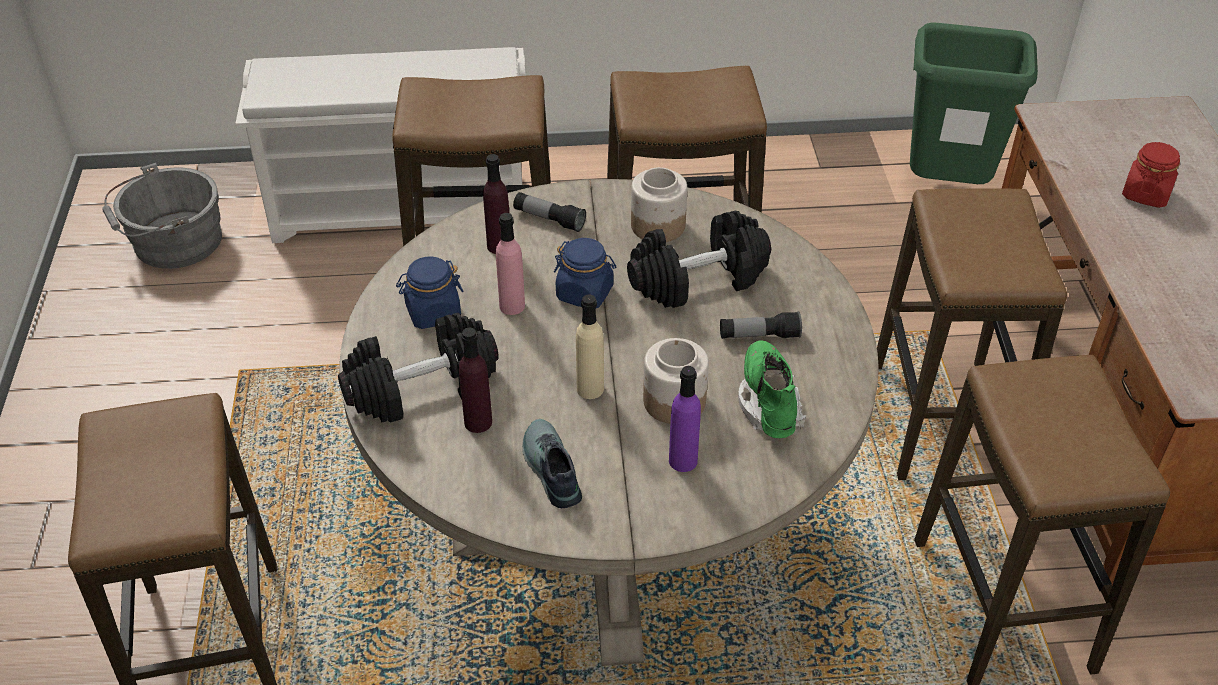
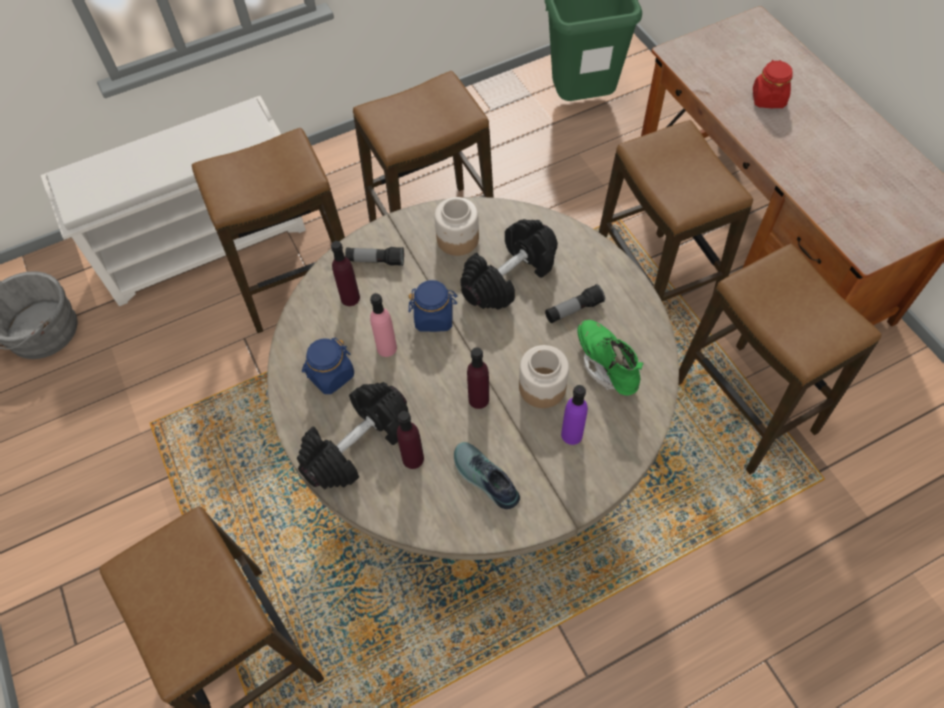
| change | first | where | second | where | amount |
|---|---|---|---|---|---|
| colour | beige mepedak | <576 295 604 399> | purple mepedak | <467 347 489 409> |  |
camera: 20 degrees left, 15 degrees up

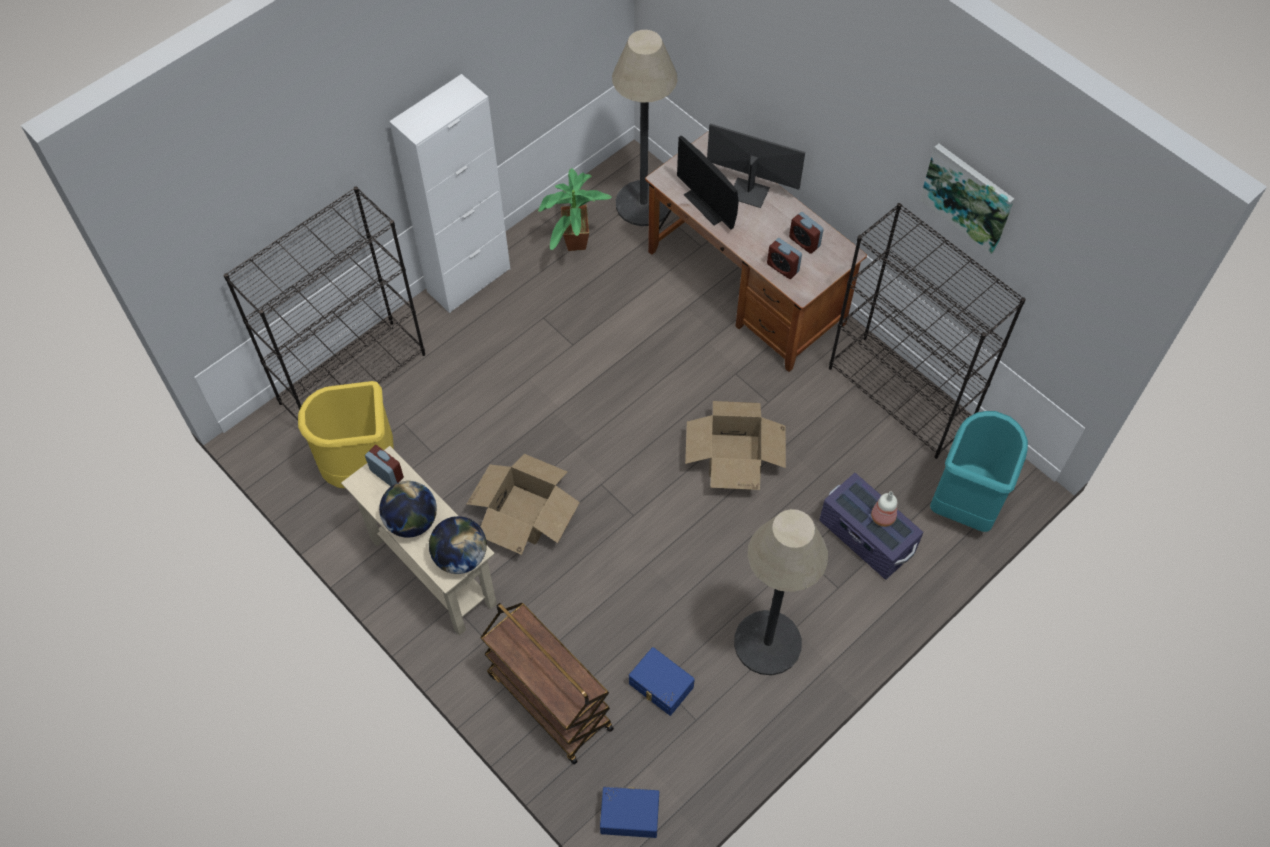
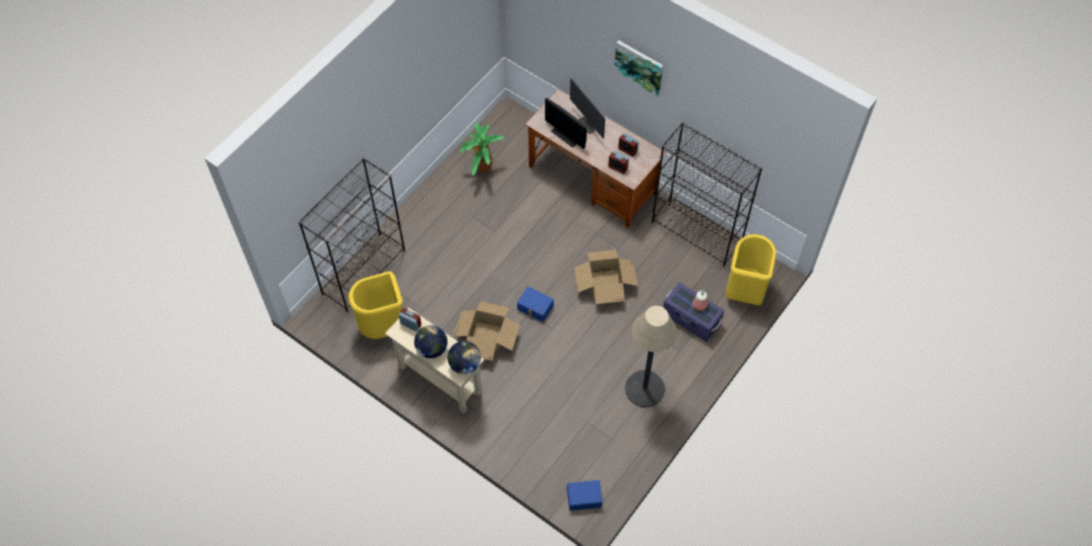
| change | first | where | second | where | amount |
|---|---|---|---|---|---|
| missing | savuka | <612 30 678 226> |  |  |  |
| missing | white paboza | <389 74 510 313> |  |  |  |
| spun | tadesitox | <707 124 805 208> |  | <570 78 605 139> | 135 degrees counterclockwise |
| relocated | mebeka | <920 144 1014 254> |  | <614 40 663 97> |  |
| colour | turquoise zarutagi | <930 411 1028 532> | yellow zarutagi | <725 234 776 305> |  |
| missing | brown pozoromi | <480 603 614 765> |  |  |  |
| relocated | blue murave | <629 647 695 716> |  | <517 287 554 322> |  |
camera: 10 degrees left, 0 degrees up

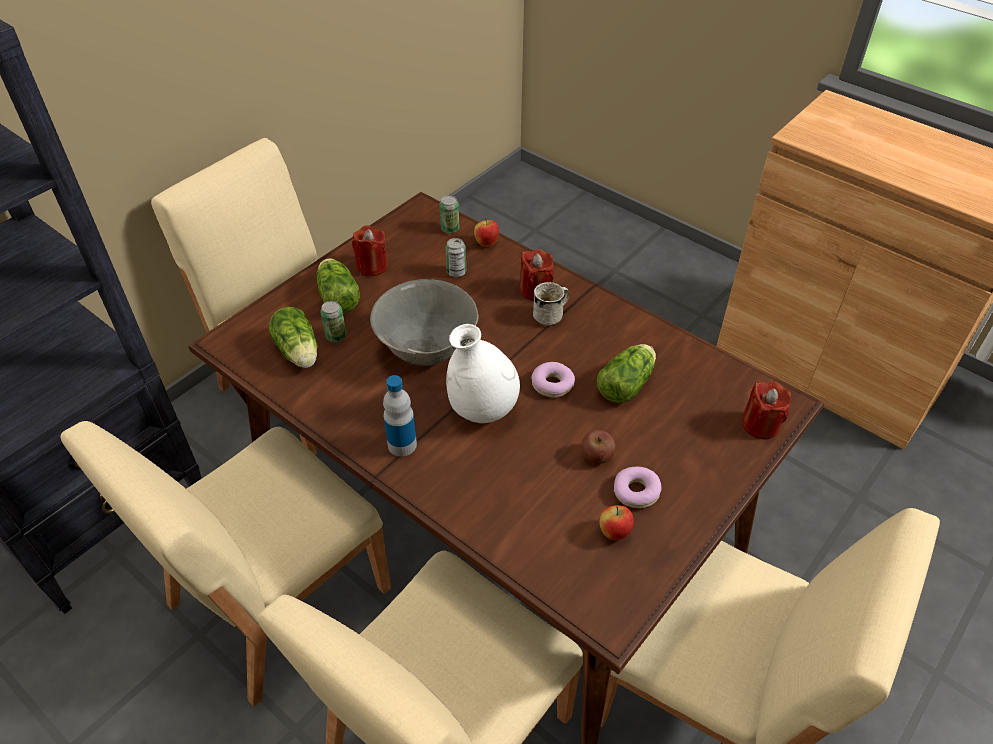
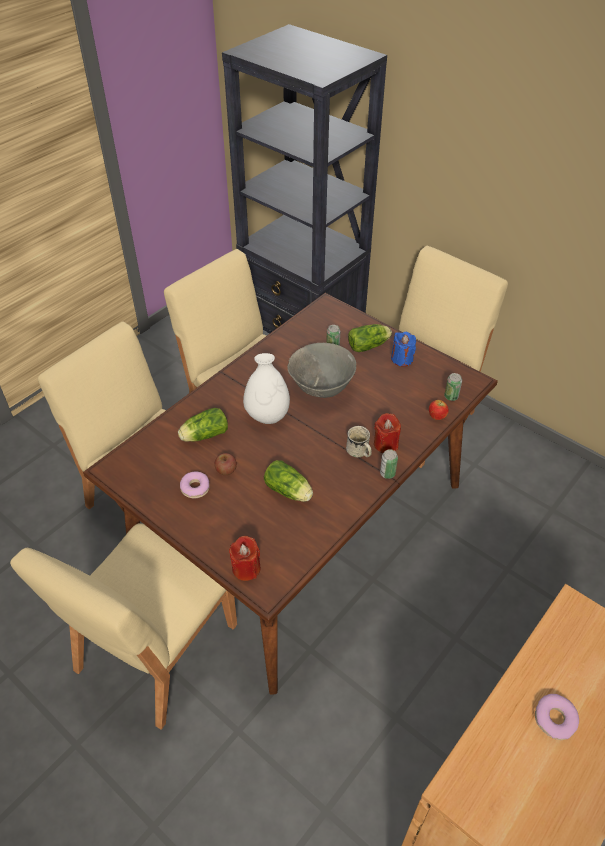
| change | first | where | second | where | amount |
|---|---|---|---|---|---|
| colour | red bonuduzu | <352 225 388 276> | blue bonuduzu | <391 332 416 367> |  |
| relocated | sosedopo | <445 238 466 277> |  | <380 449 398 479> |  |
| relocated | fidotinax | <268 307 317 368> |  | <178 408 228 442> |  |
| relocated | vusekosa | <531 362 575 398> |  | <535 694 579 740> |  |
| missing | mepedak | <383 375 417 456> |  |  |  |
| missing | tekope | <599 505 634 540> |  |  |  |
camera: 90 degrees right, 0 degrees up

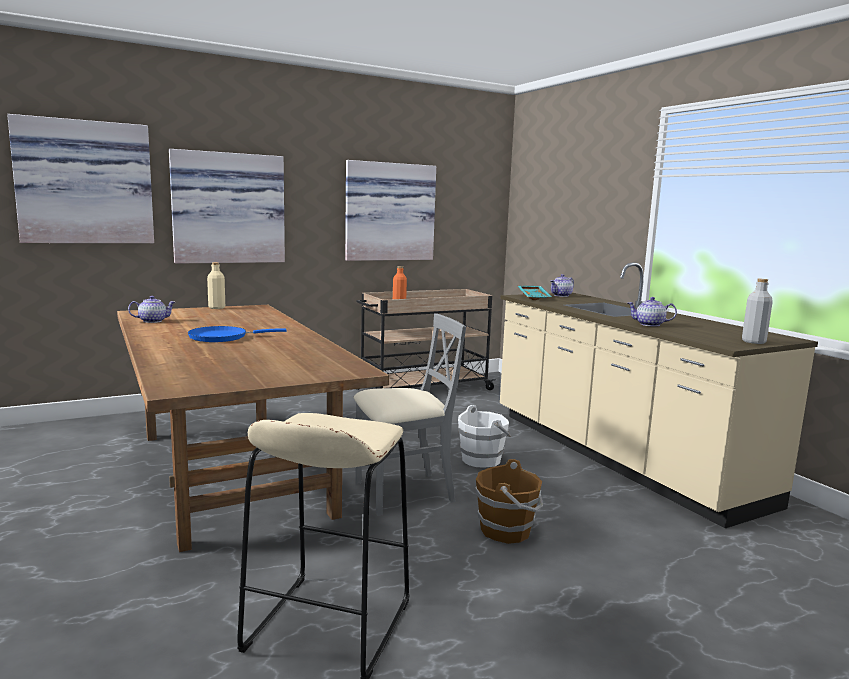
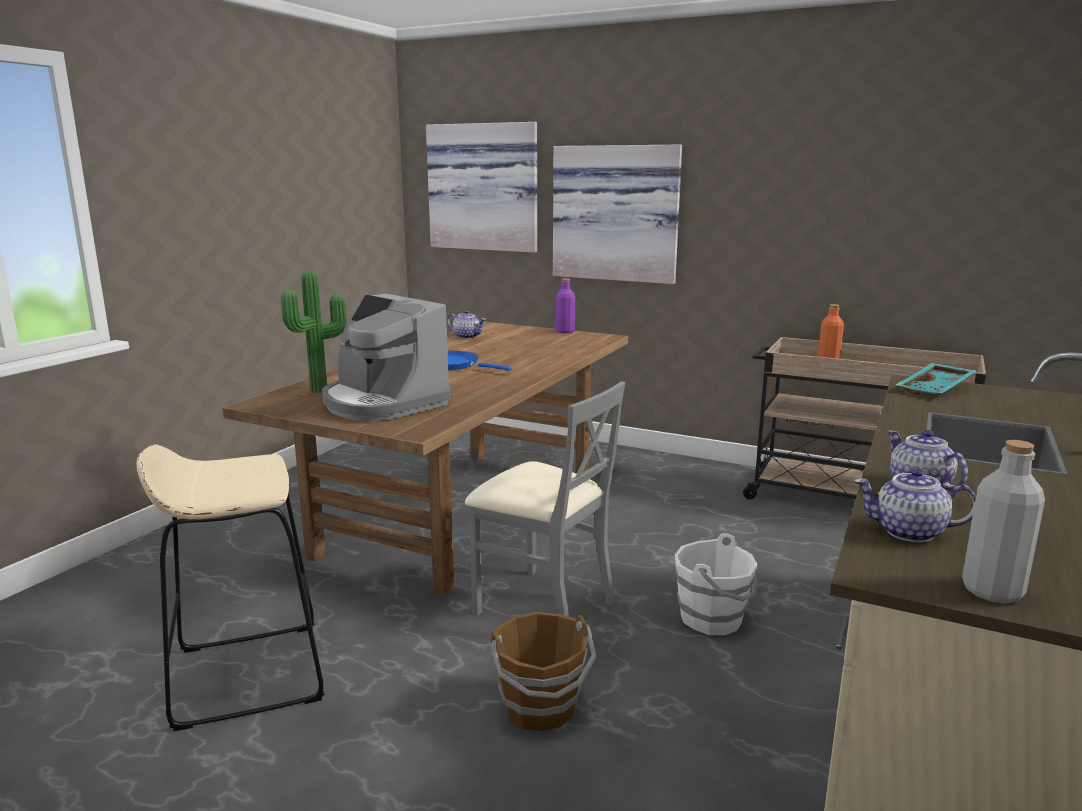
| change | first | where | second | where | amount |
|---|---|---|---|---|---|
| missing | mebeka | <345 160 436 261> |  |  |  |
| colour | beige mepedak | <207 262 225 309> | purple mepedak | <556 279 575 333> |  |
| relocated | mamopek | <550 274 574 297> |  | <854 468 976 542> |  |
| appeared |  |  | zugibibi | <281 271 347 392> |  |
| appeared |  |  | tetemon | <322 294 451 421> |  |
camera: 55 degrees right, 5 degrees up

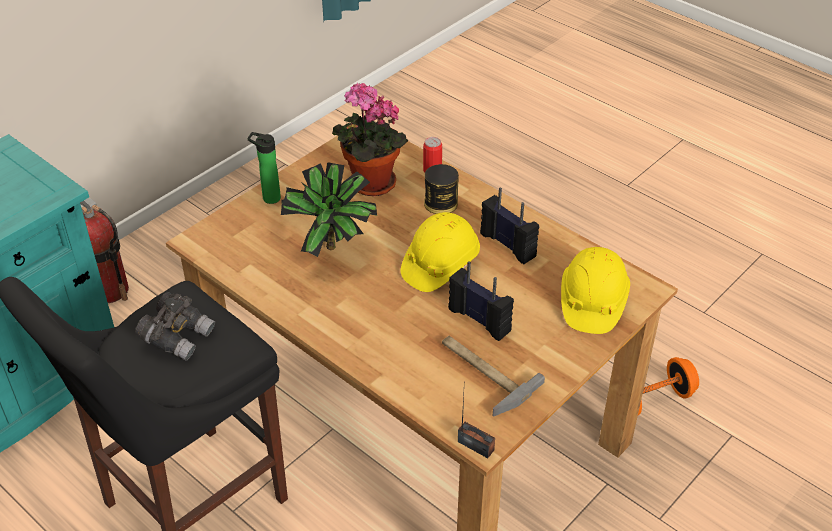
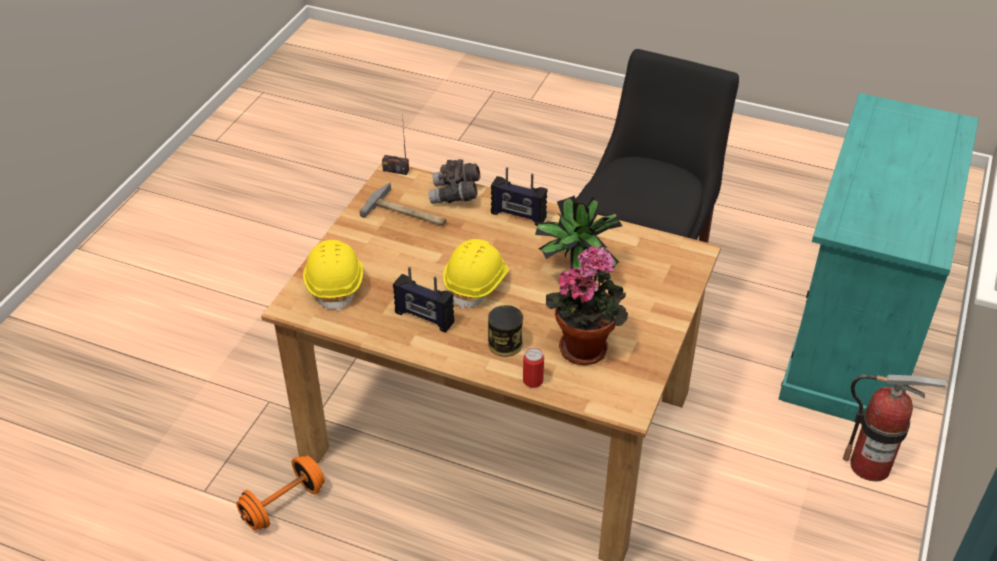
| change | first | where | second | where | amount |
|---|---|---|---|---|---|
| missing | mepedak | <248 132 281 204> |  |  |  |
| relocated | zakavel | <448 261 514 341> |  | <491 167 548 225> |  |
| relocated | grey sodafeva | <135 292 215 361> |  | <429 159 480 204> |  |
camera: 160 degrees right, 0 degrees up

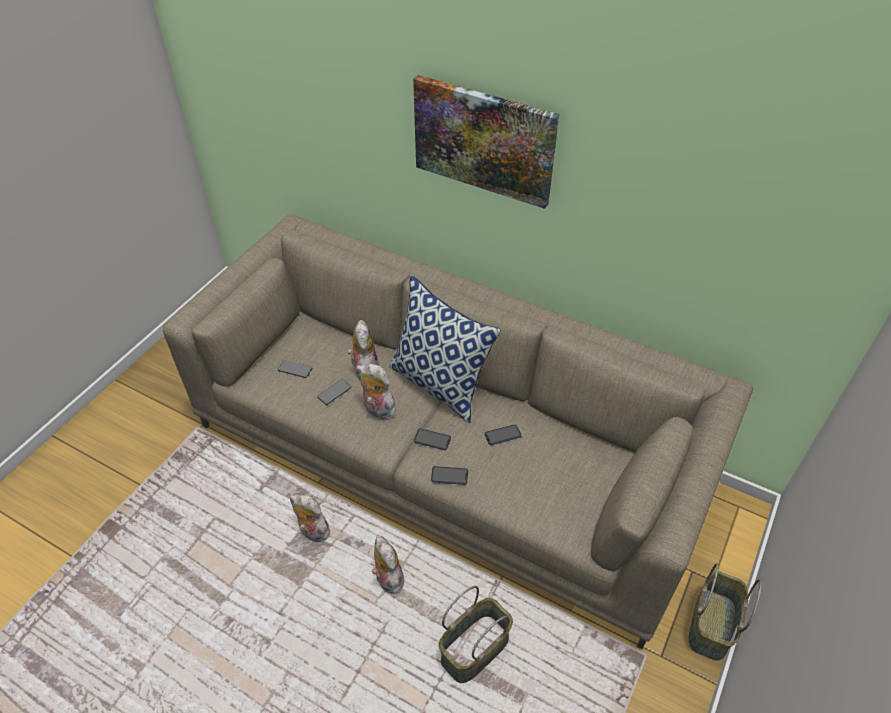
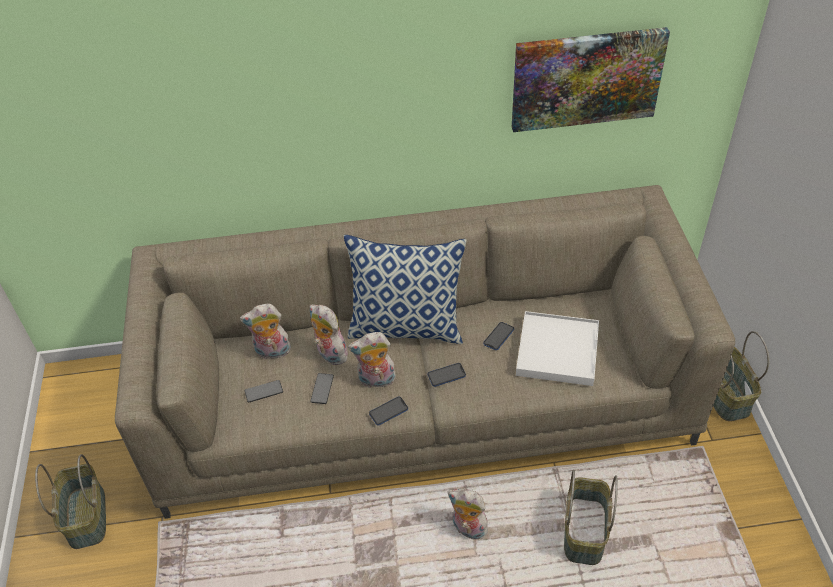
| change | first | where | second | where | amount |
|---|---|---|---|---|---|
| relocated | mebeka | <413 75 559 209> |  | <512 27 670 132> |  |
| relocated | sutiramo | <431 466 468 485> |  | <369 396 408 425> |  |
| relocated | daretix | <290 494 333 542> |  | <240 304 291 359> |  |
| appeared |  |  | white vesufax | <516 311 599 386> |  |
| appeared |  |  | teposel | <35 454 106 549> |  |
camera: 35 degrees left, 0 degrees up

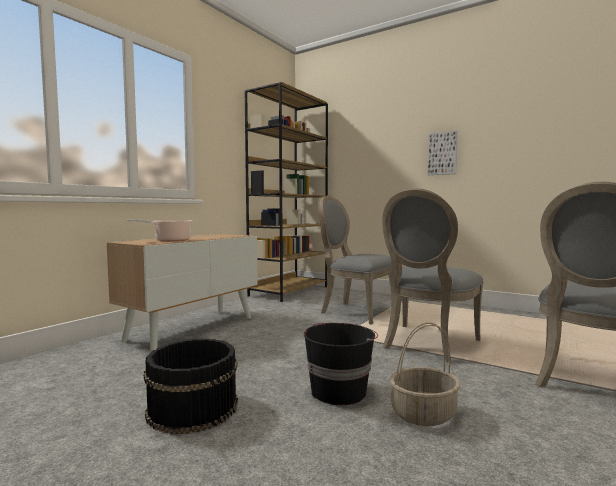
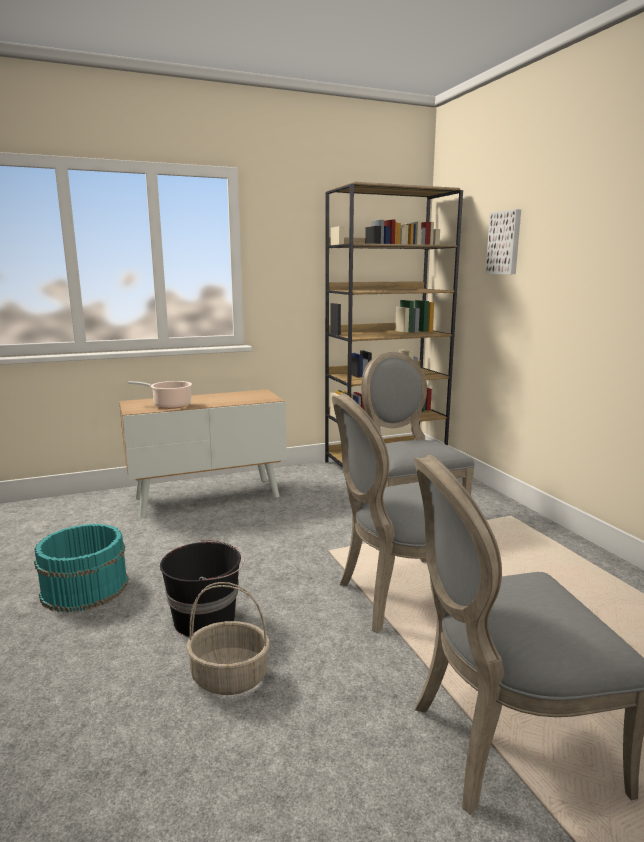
| change | first | where | second | where | amount |
|---|---|---|---|---|---|
| relocated | mebeka | <427 131 458 175> |  | <485 209 521 274> |  |
| colour | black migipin | <144 339 238 434> | turquoise migipin | <34 523 128 612> |  |
camera: 35 degrees right, 10 degrees up

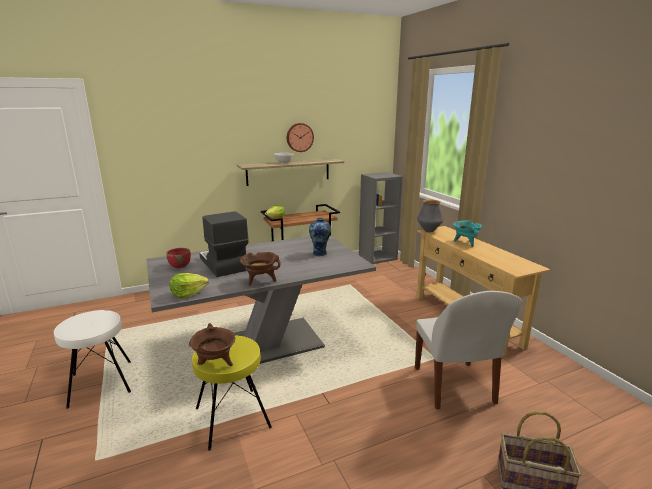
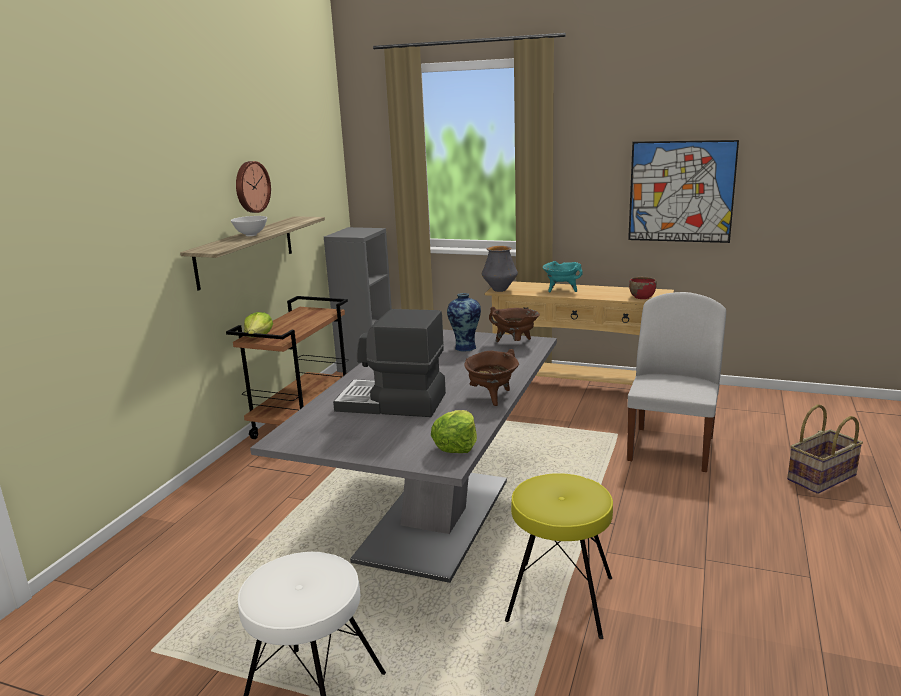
| change | first | where | second | where | amount |
|---|---|---|---|---|---|
| relocated | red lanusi | <166 248 191 268> |  | <629 277 657 299> |  |
| spun | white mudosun | <415 291 522 409> |  | <627 292 726 472> | 105 degrees counterclockwise |
| relocated | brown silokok | <189 323 235 366> |  | <489 307 540 342> |  |
| appeared |  |  | mebeka | <628 140 739 243> |  |
camera: 45 degrees left, 0 degrees up

